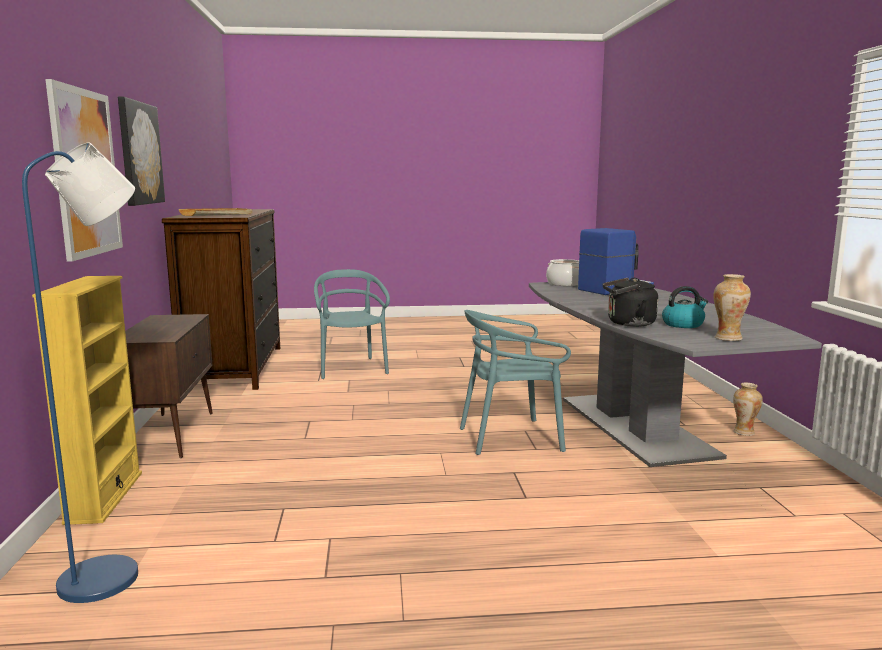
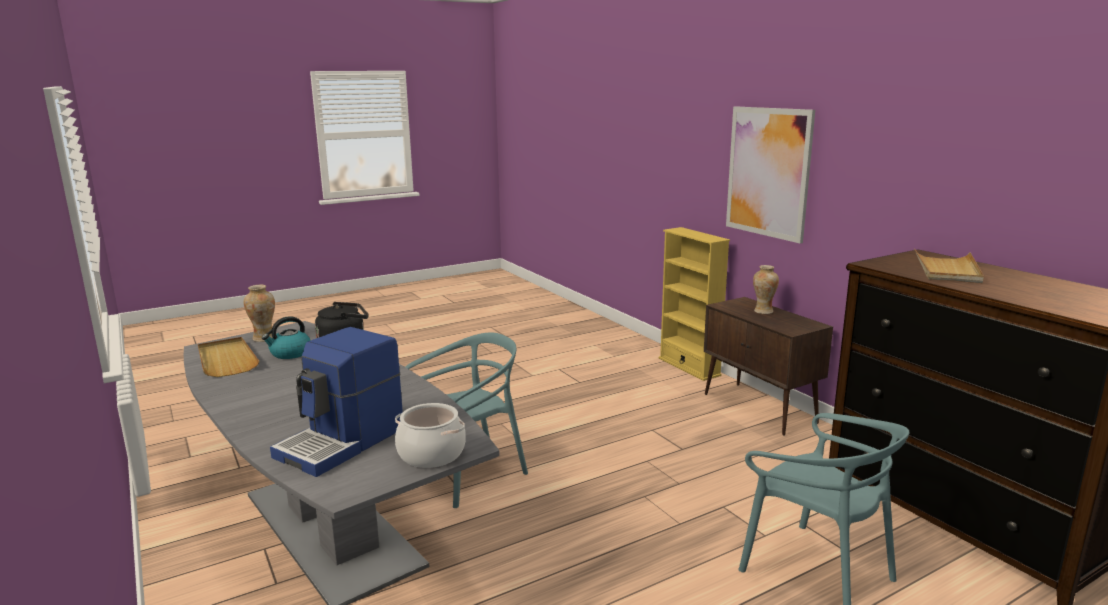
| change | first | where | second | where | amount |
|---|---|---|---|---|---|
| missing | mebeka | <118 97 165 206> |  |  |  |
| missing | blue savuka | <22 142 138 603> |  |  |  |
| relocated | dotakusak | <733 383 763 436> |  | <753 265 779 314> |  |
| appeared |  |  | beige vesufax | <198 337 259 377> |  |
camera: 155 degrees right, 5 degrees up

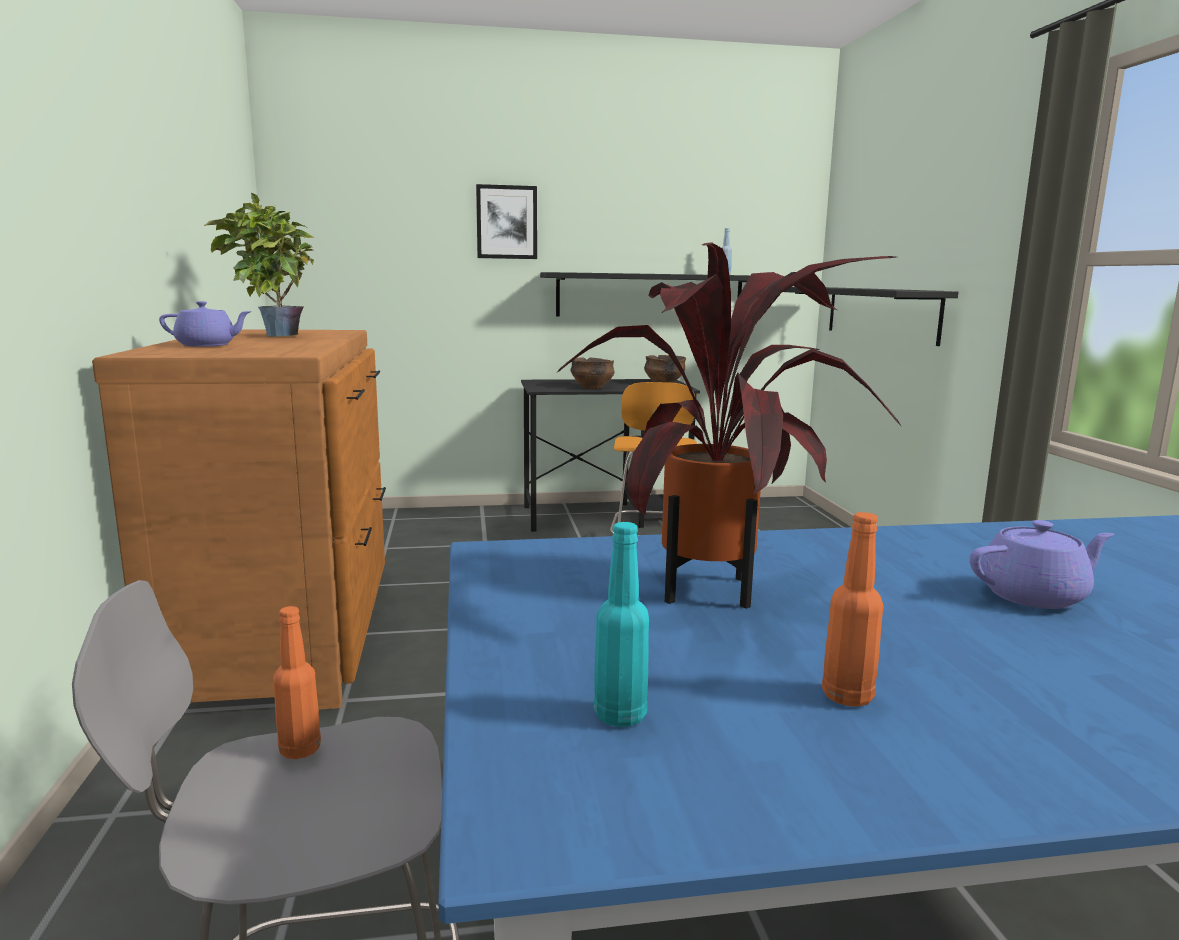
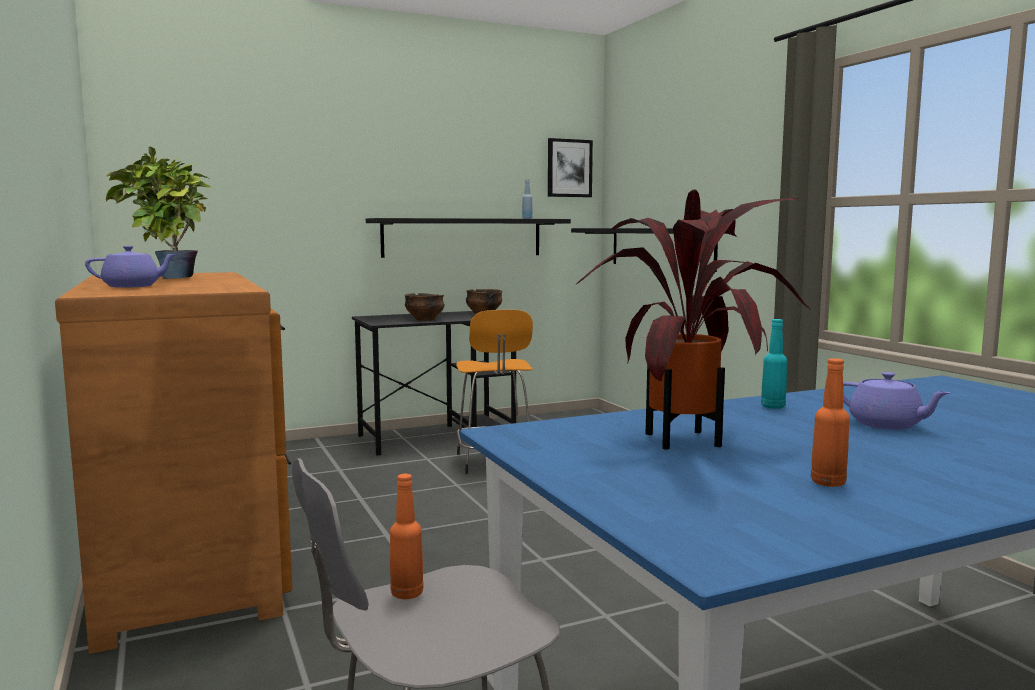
| change | first | where | second | where | amount |
|---|---|---|---|---|---|
| relocated | mebeka | <476 184 537 259> |  | <548 138 593 197> |  |
| spun | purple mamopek | <970 520 1114 609> |  | <843 372 951 430> | 75 degrees clockwise |
| relocated | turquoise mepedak | <594 522 649 727> |  | <761 319 787 409> |  |
camera: 15 degrees left, 5 degrees down

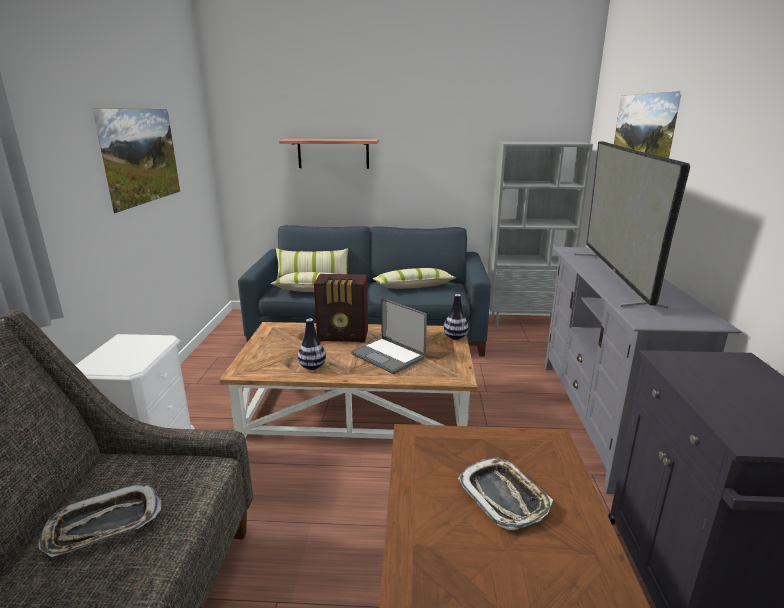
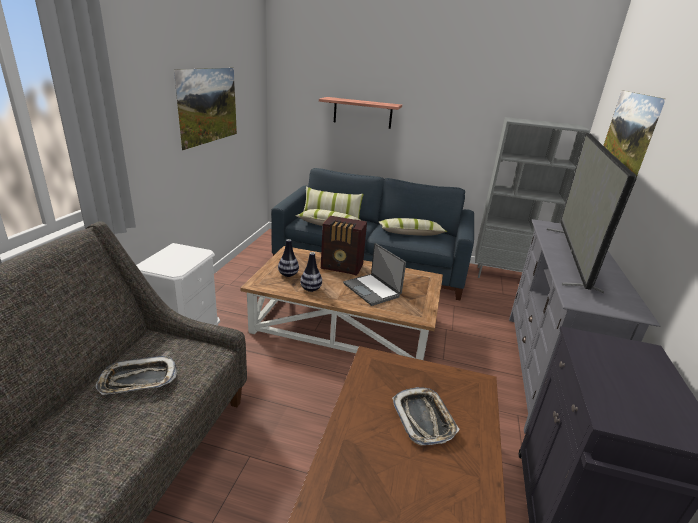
| change | first | where | second | where | amount |
|---|---|---|---|---|---|
| relocated | dotakusak | <444 294 469 340> |  | <278 239 299 277> |  |
camera: 10 degrees right, 5 degrees up

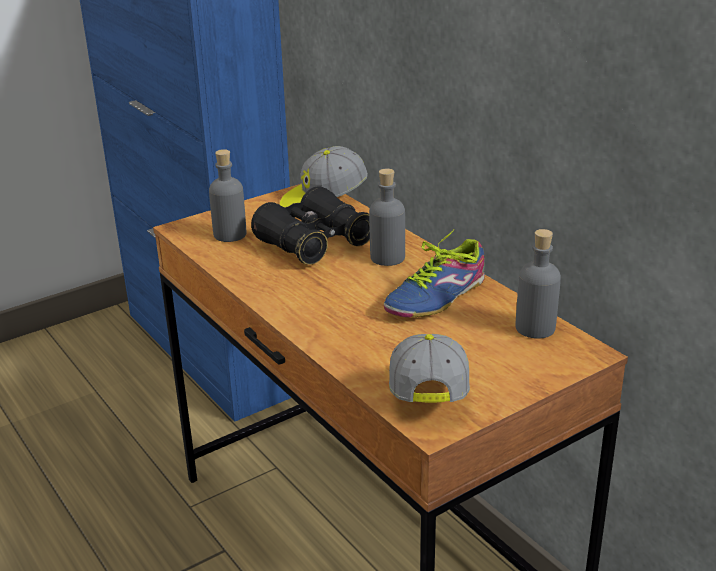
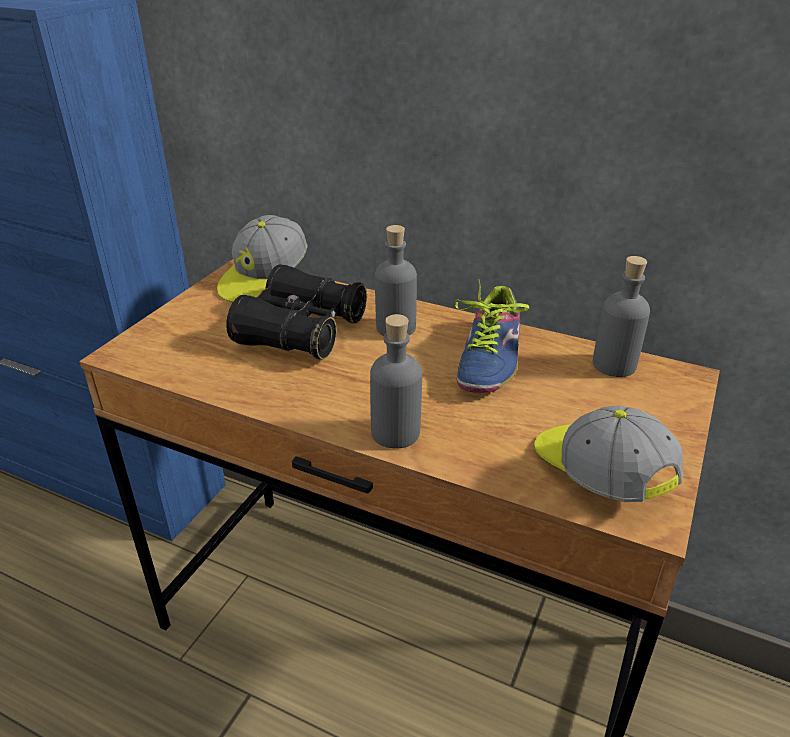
| change | first | where | second | where | amount |
|---|---|---|---|---|---|
| relocated | grey mepedak | <209 149 246 242> |  | <370 314 422 449> |  |
camera: 30 degrees left, 5 degrees up

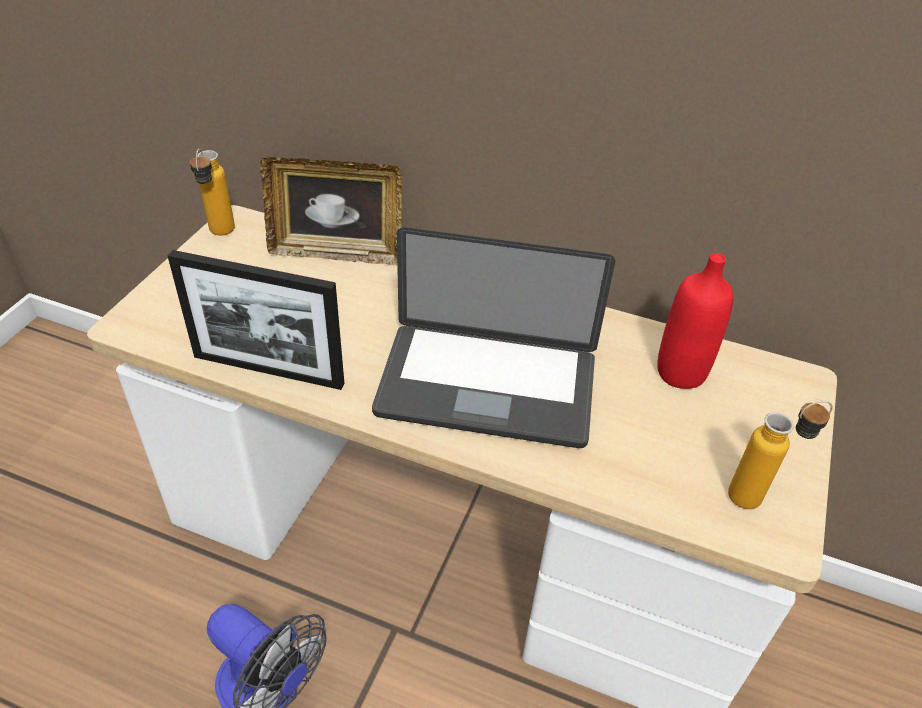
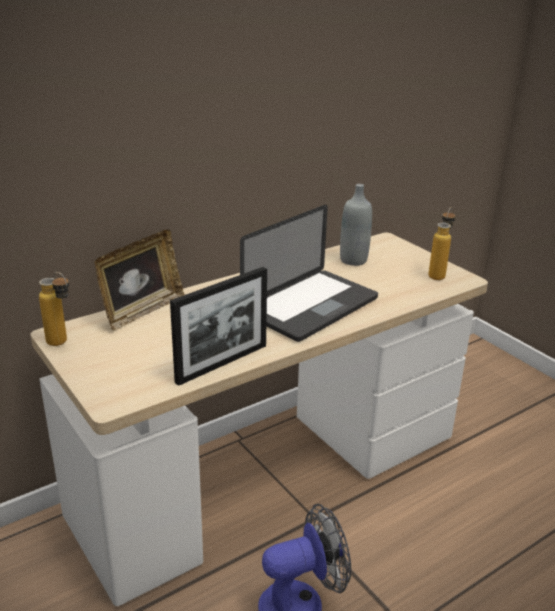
| change | first | where | second | where | amount |
|---|---|---|---|---|---|
| colour | red mepedak | <657 253 733 389> | grey mepedak | <340 184 372 266> |  |
camera: 55 degrees left, 15 degrees down

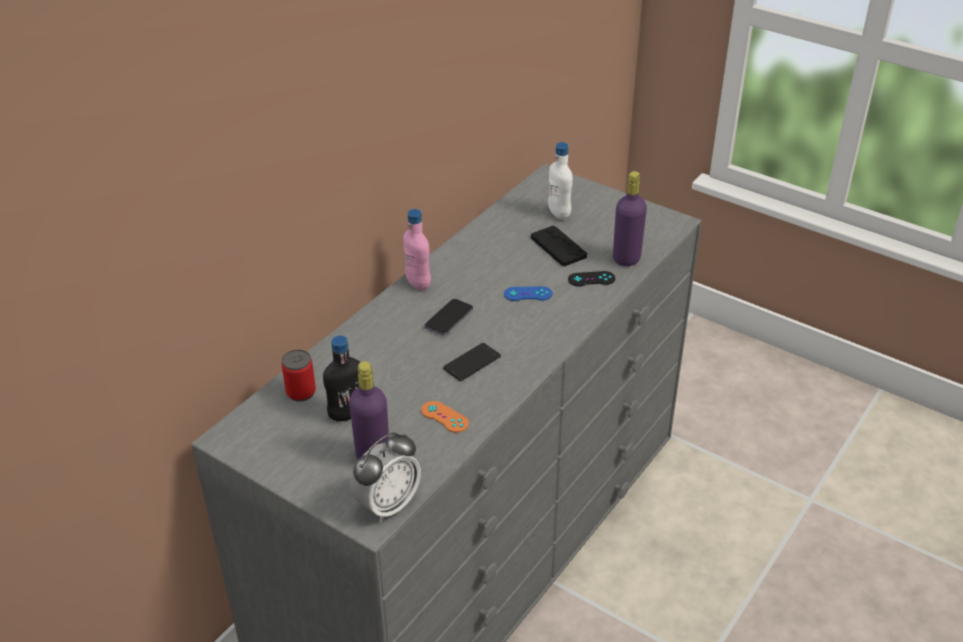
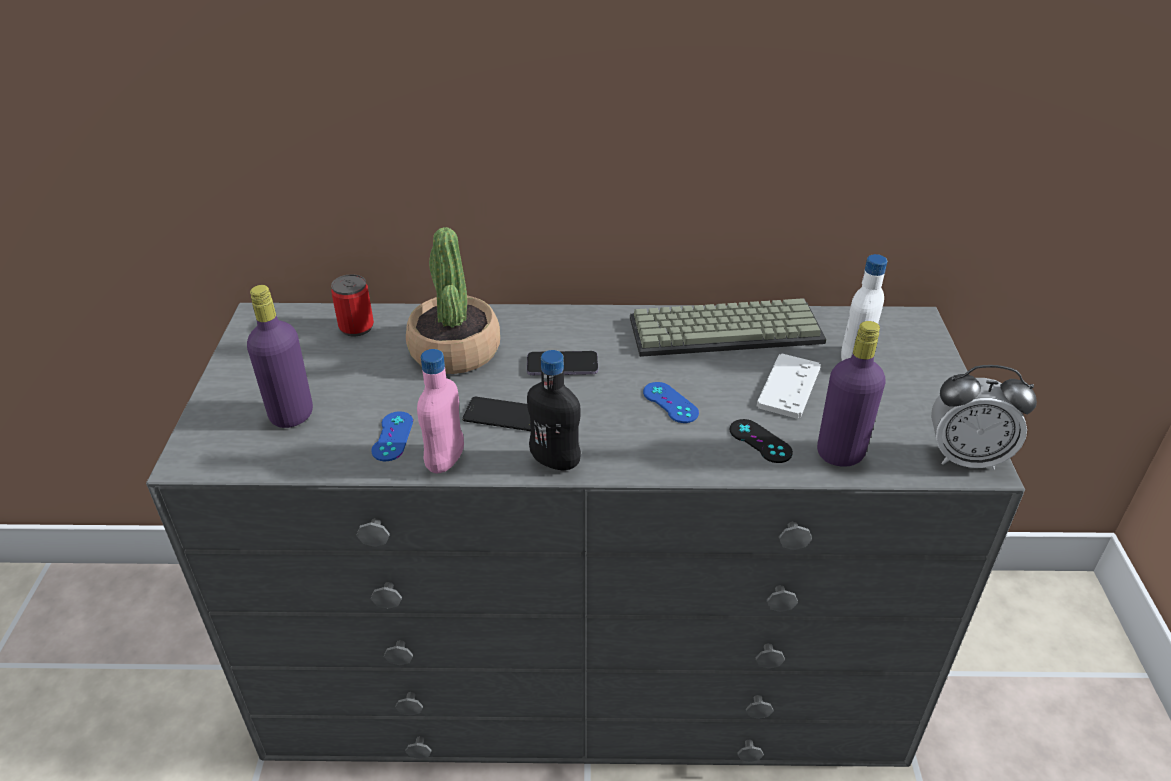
| change | first | where | second | where | amount |
|---|---|---|---|---|---|
| relocated | pink mepedak | <403 209 431 290> |  | <417 349 464 473> |  |
| colour | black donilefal | <531 226 587 266> | white donilefal | <757 354 821 419> |  |
| relocated | black mepedak | <323 336 360 422> |  | <527 350 581 471> |  |
| colour | orange donilefal | <421 401 469 433> | blue donilefal | <371 411 413 461> |  |
| relocated | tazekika | <350 432 421 522> |  | <931 365 1037 470> |  |
| appeared |  |  | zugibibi | <406 227 500 374> |  |
| appeared |  |  | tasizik | <630 298 826 357> |  |
camera: 55 degrees right, 0 degrees up

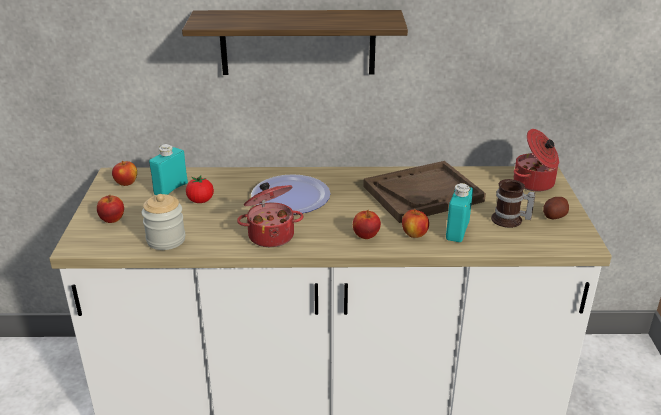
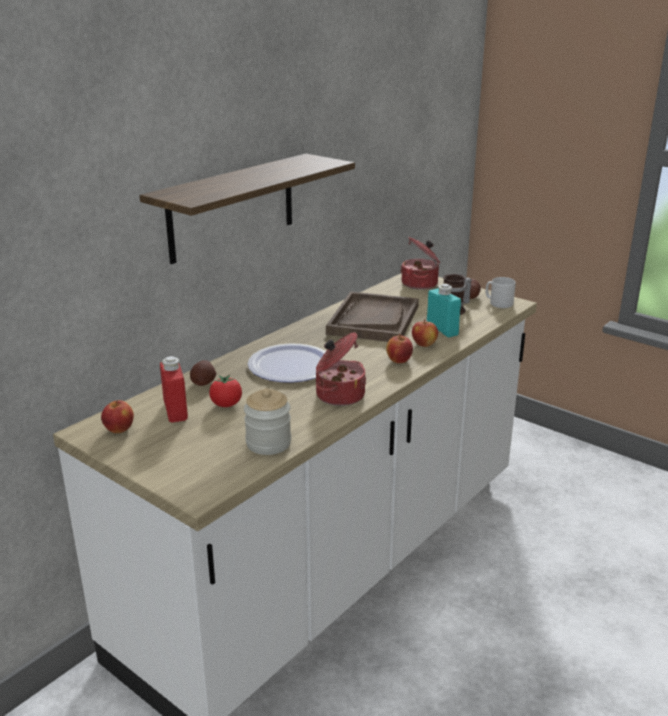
| change | first | where | second | where | amount |
|---|---|---|---|---|---|
| colour | turquoise mepedak | <149 144 188 195> | red mepedak | <160 356 188 422> |  |
| missing | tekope | <97 195 124 223> |  |  |  |
| appeared |  |  | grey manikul | <486 277 516 308> |  |
| appeared |  |  | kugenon | <190 360 216 386> |  |
camera: 50 degrees left, 5 degrees down

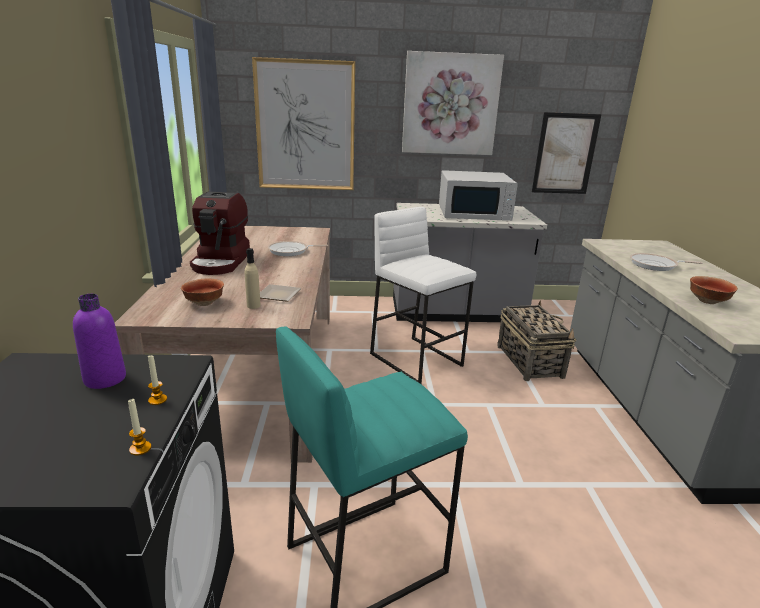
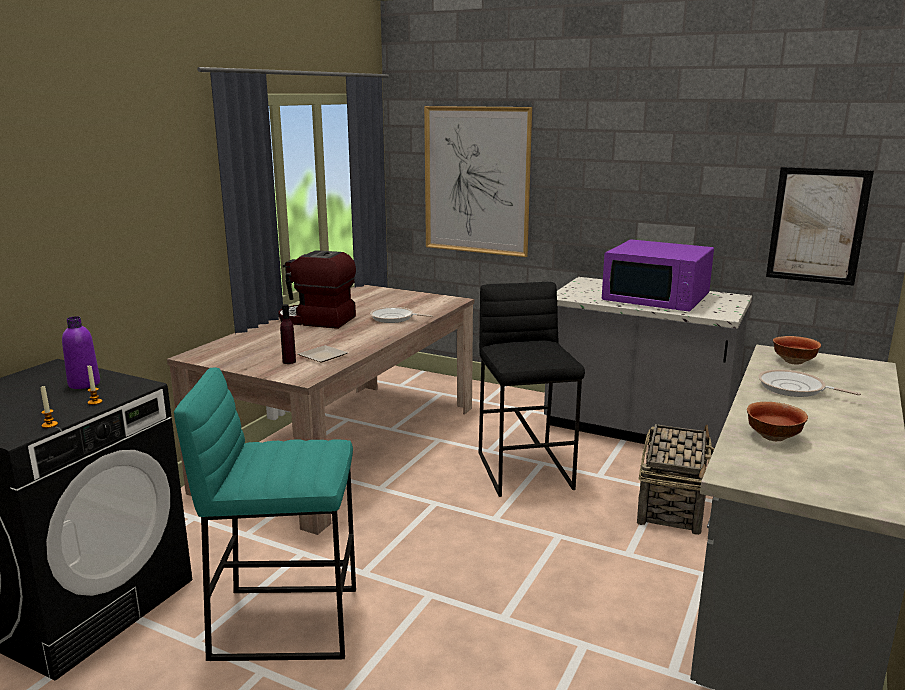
| change | first | where | second | where | amount |
|---|---|---|---|---|---|
| missing | mebeka | <402 51 504 155> |  |  |  |
| colour | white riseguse | <439 170 518 221> | purple riseguse | <602 239 714 312> |  |
| spun | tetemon | <190 192 250 275> |  | <278 250 356 329> | 75 degrees clockwise |
| colour | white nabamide | <370 207 476 384> | black nabamide | <479 282 585 497> |  |
| colour | beige mepedak | <245 248 261 309> | purple mepedak | <280 304 296 364> |  |
| relocated | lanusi | <181 279 224 306> |  | <773 336 821 365> |  |
camera: 30 degrees right, 5 degrees down

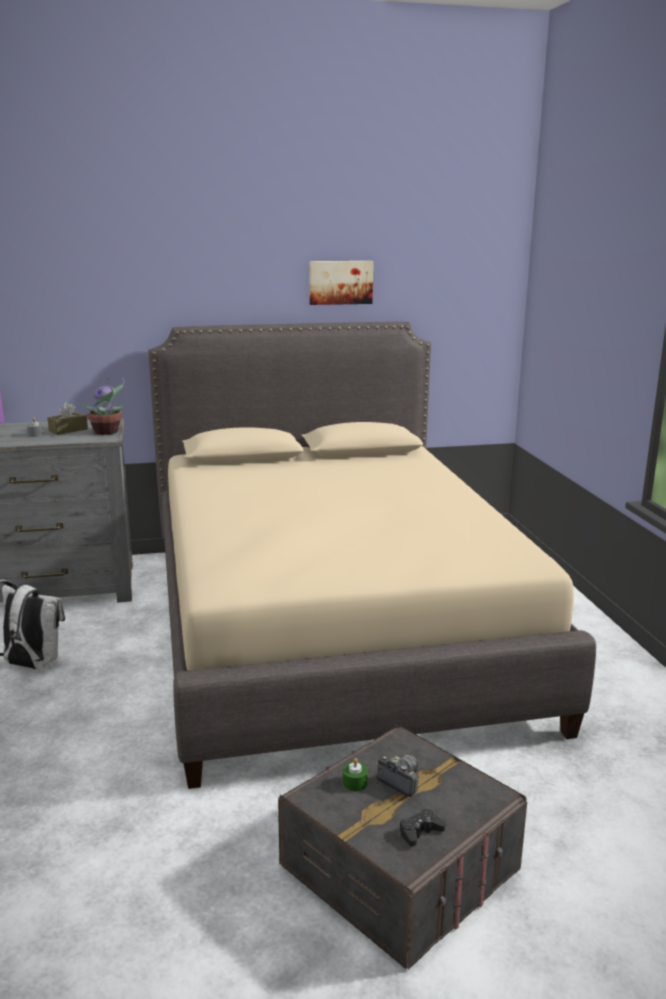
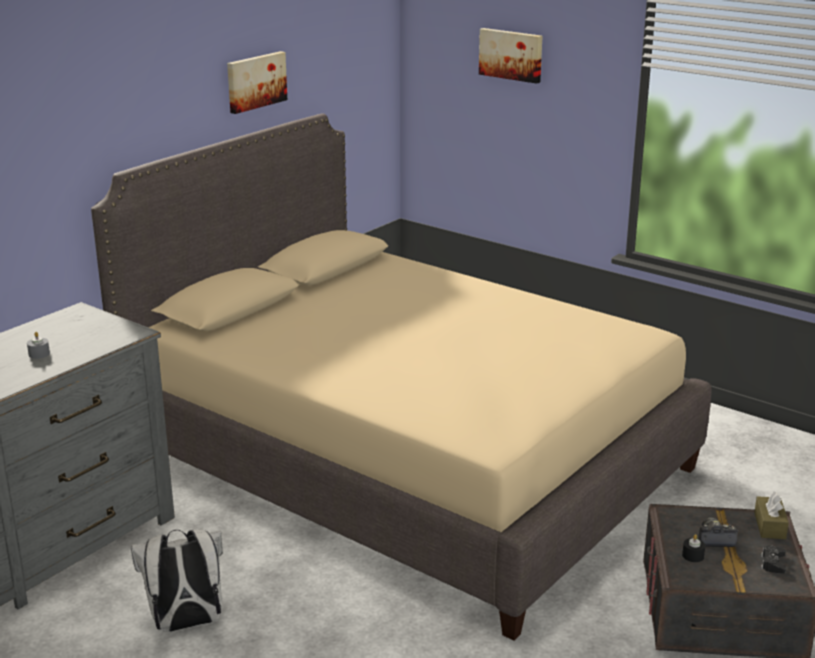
| change | first | where | second | where | amount |
|---|---|---|---|---|---|
| missing | zugibibi | <81 378 126 435> |  |  |  |
| relocated | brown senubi | <48 402 88 435> |  | <754 491 789 539> |  |
| colour | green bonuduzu | <343 758 368 792> | black bonuduzu | <682 534 705 562> |  |
| appeared |  |  | mebeka | <479 28 543 84> |  |
camera: 40 degrees left, 5 degrees up

